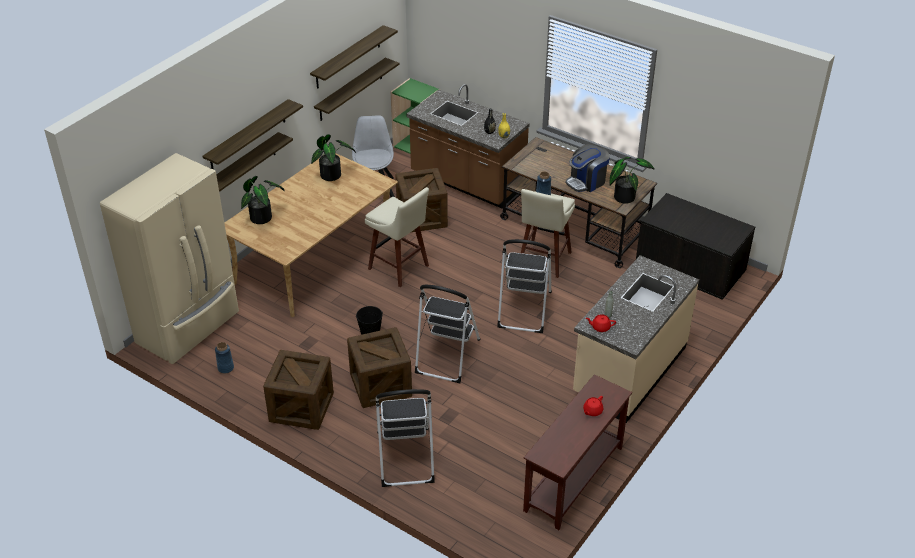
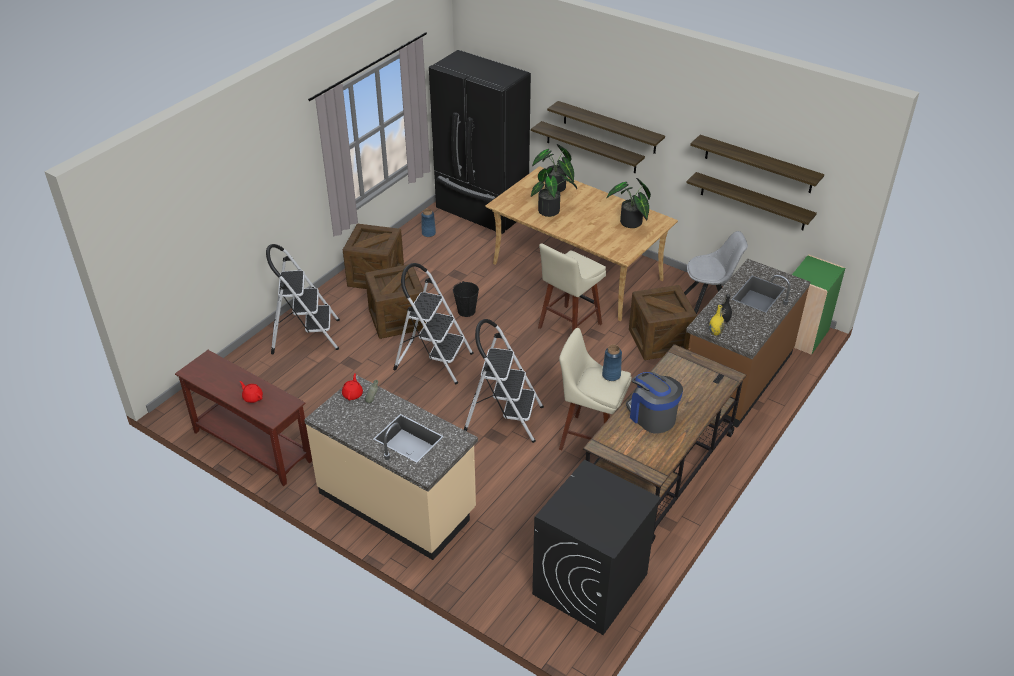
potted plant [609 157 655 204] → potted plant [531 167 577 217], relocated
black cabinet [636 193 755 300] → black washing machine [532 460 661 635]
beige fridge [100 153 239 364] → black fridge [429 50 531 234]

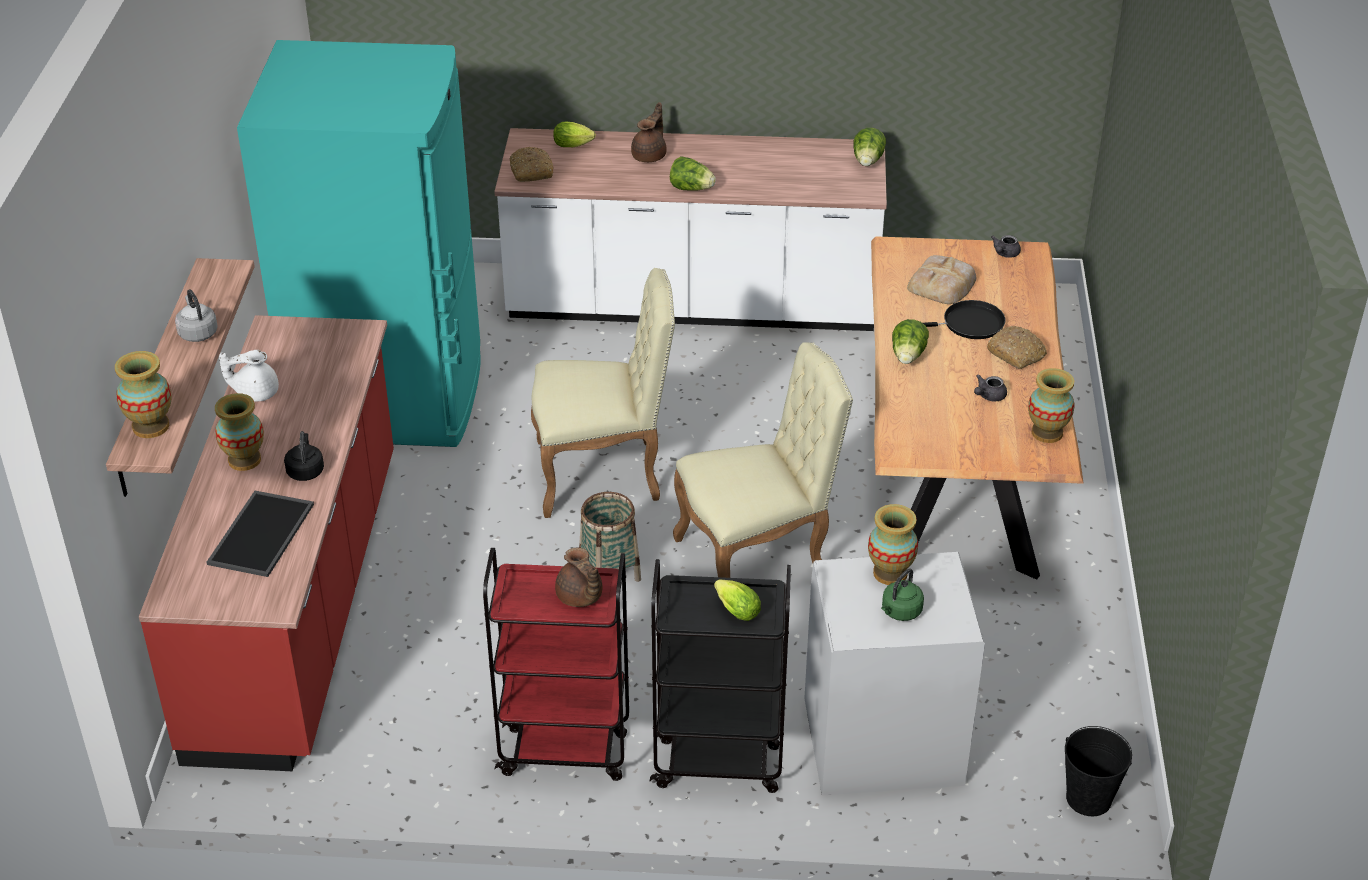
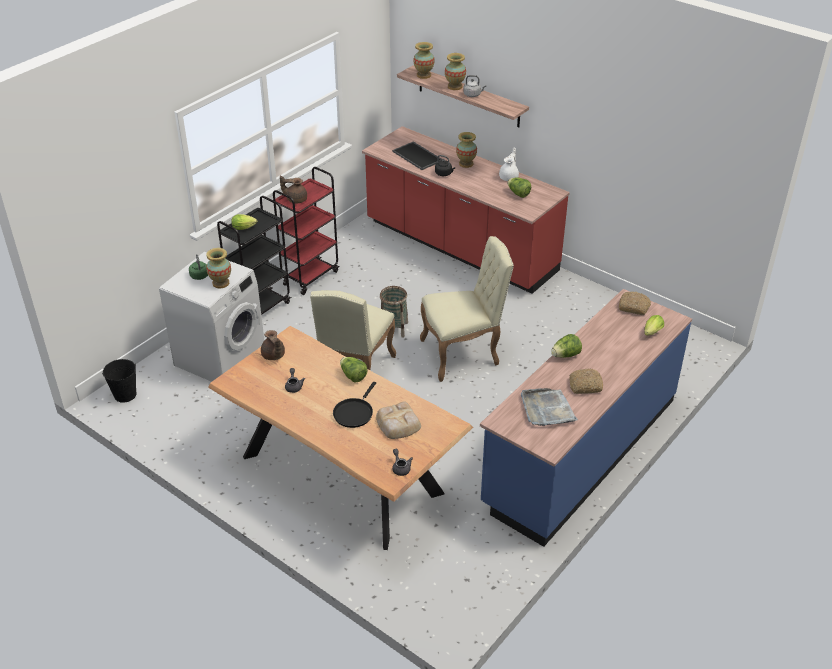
turquoise fridge [237 40 481 447] → -
- → grey tray [521 388 578 426]
brown teapot [631 102 667 162] → brown teapot [261 330 285 360], relocated
lettuce [853 128 886 166] → lettuce [507 177 531 198], relocated
bread [987 326 1047 369] → bread [570 368 603 394], relocated
vase [1028 368 1075 443] → vase [445 53 466 90], relocated
white counter [494 128 887 331] → blue counter [480 289 692 547]
beige chair [531 268 675 518] → beige chair [420 236 514 382], 135 degrees counterclockwise

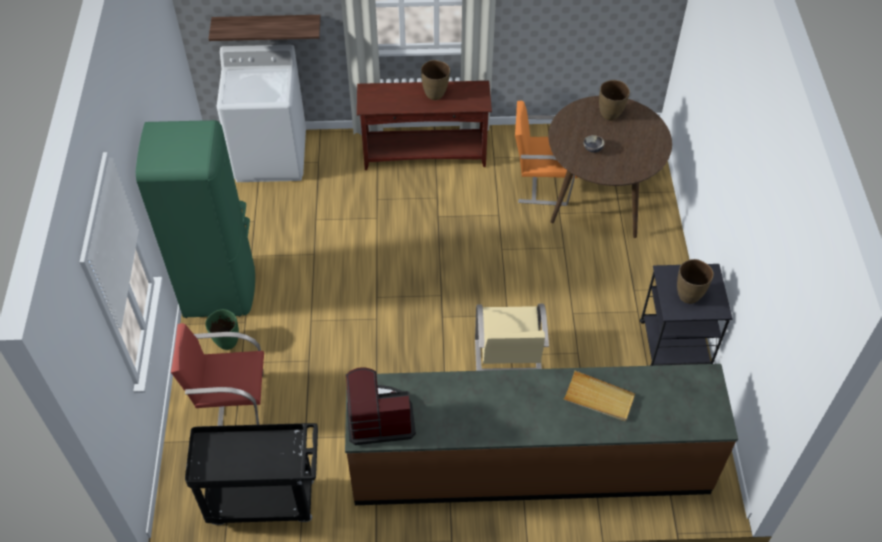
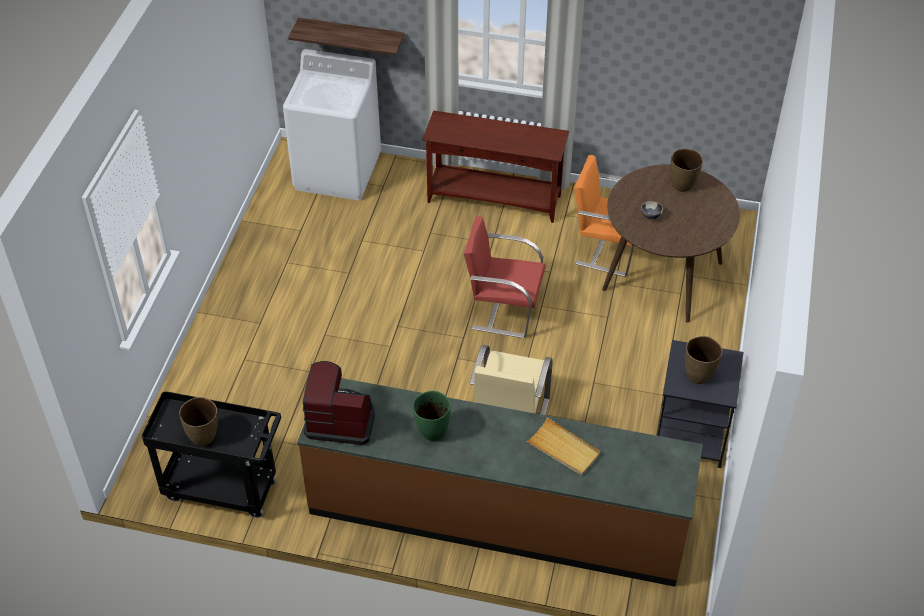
green fridge [136 120 255 318] → -
red chair [171 323 264 426] → red chair [464 216 546 338], relocated
green vase [205 309 239 350] → green vase [413 391 451 441], relocated
brown vase [421 60 450 100] → brown vase [179 397 218 446], relocated

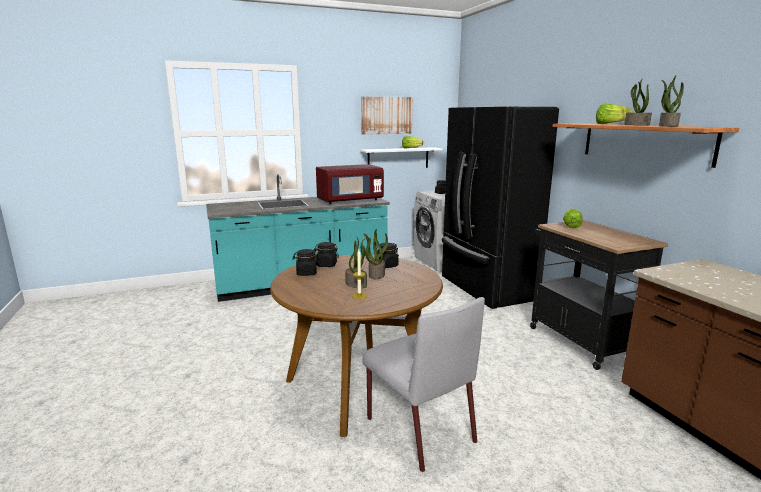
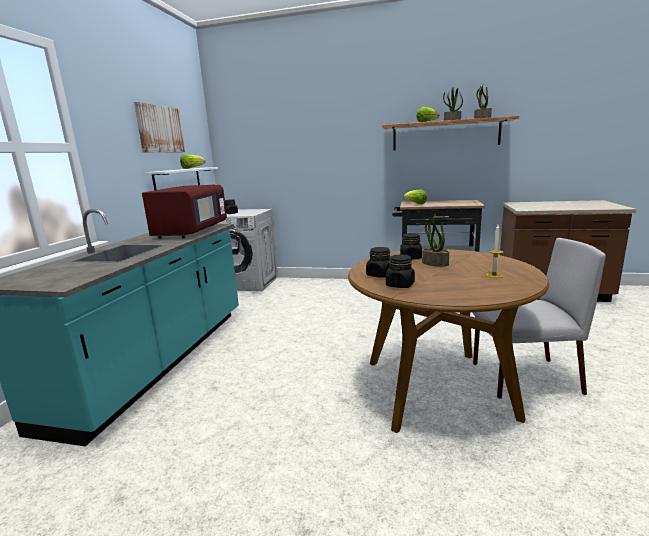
potted plant [345 237 367 289] → -
black fridge [442 106 559 309] → -

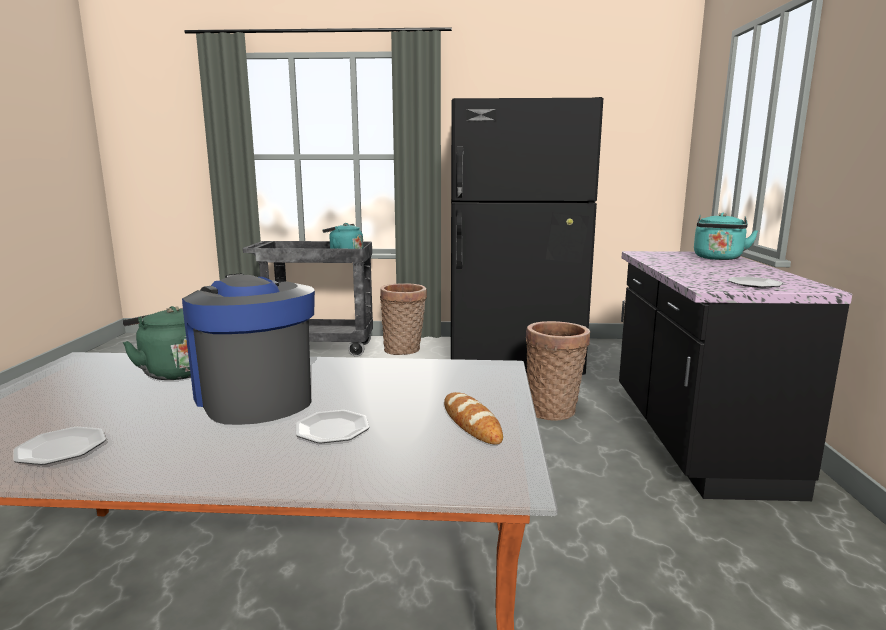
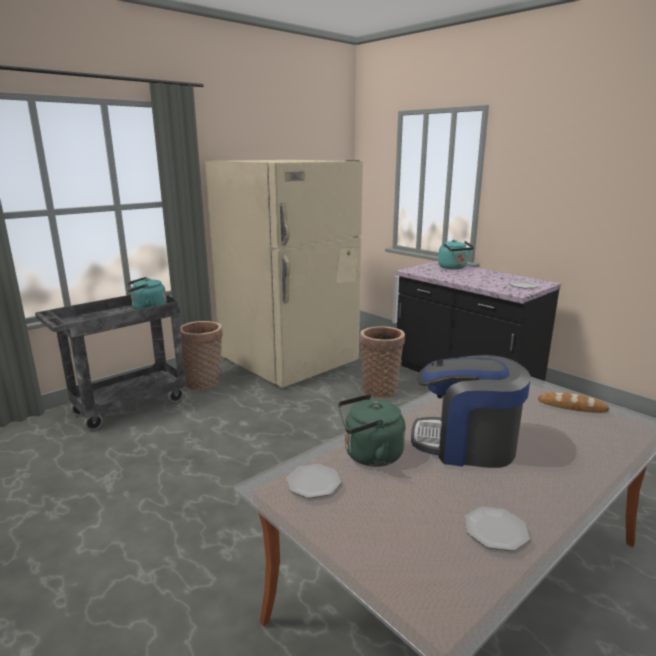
plate [296 410 369 443] → plate [286 464 341 498], relocated
black fridge [451 97 603 375] → beige fridge [205 160 363 387]

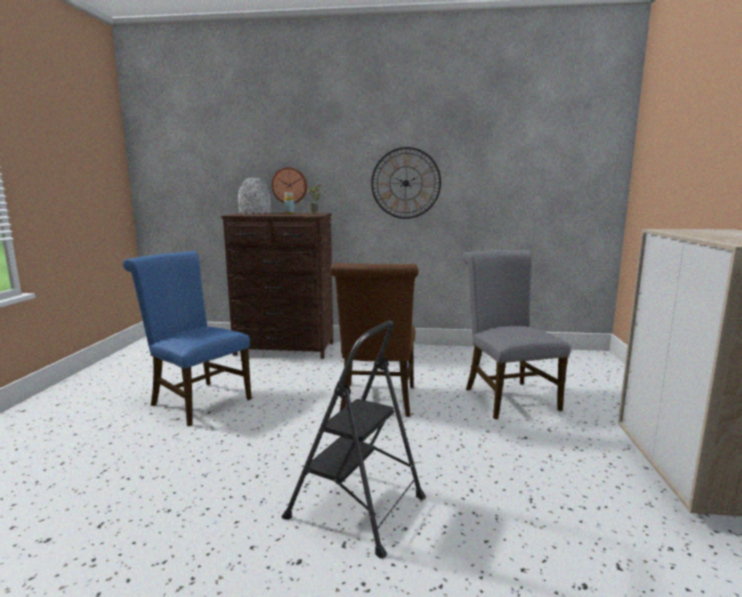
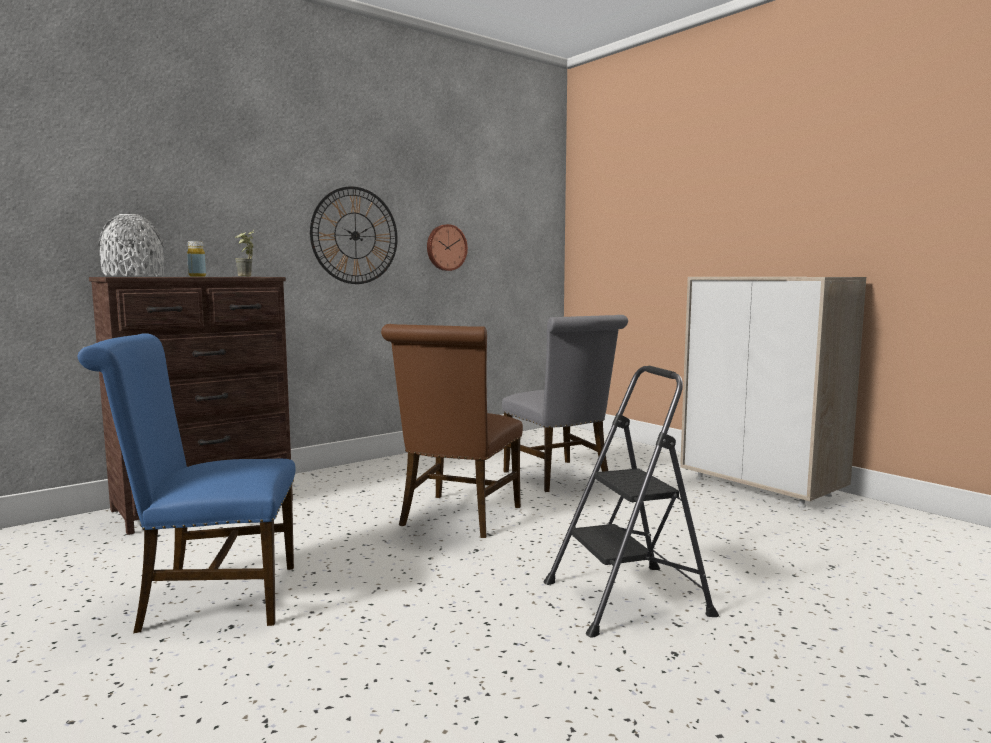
wall clock [272 167 307 204] → wall clock [427 224 468 271], relocated
brown chair [330 263 419 417] → brown chair [381 324 523 538], 60 degrees clockwise
grey chair [462 250 571 419] → grey chair [502 315 628 492], 150 degrees counterclockwise

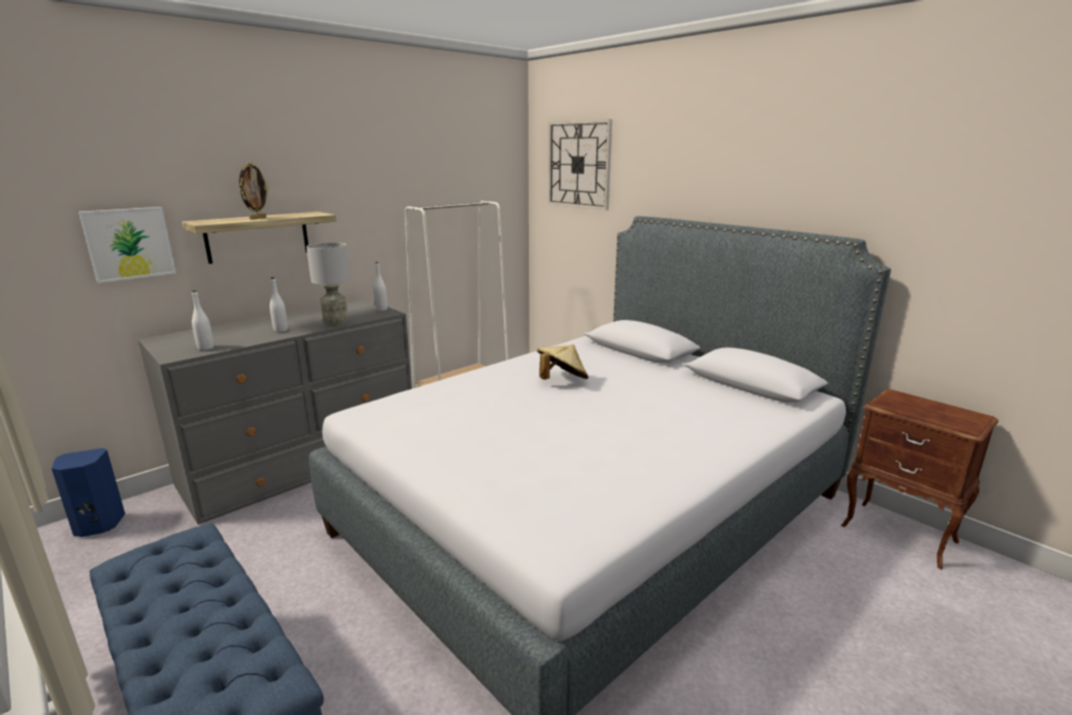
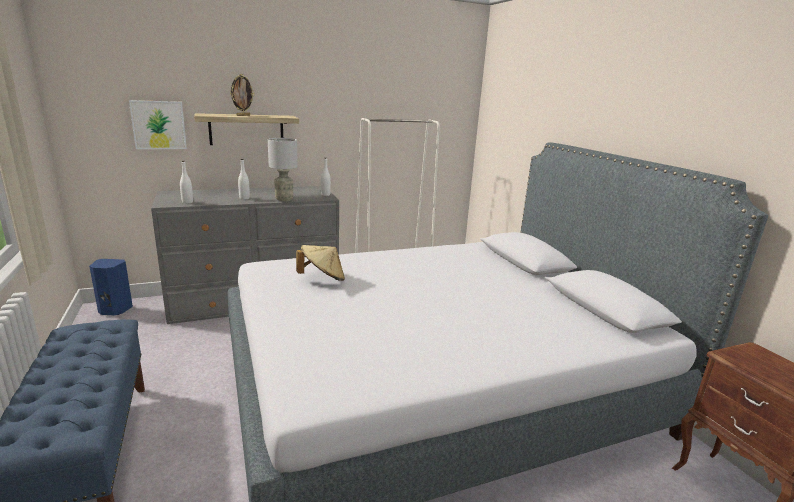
wall clock [548 119 612 210] → -
beige hat [537 345 588 380] → beige hat [296 245 345 281], relocated

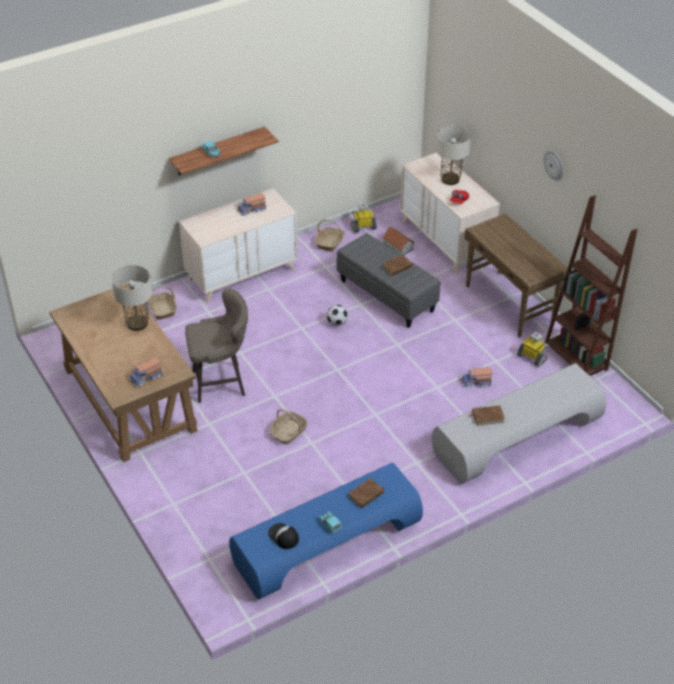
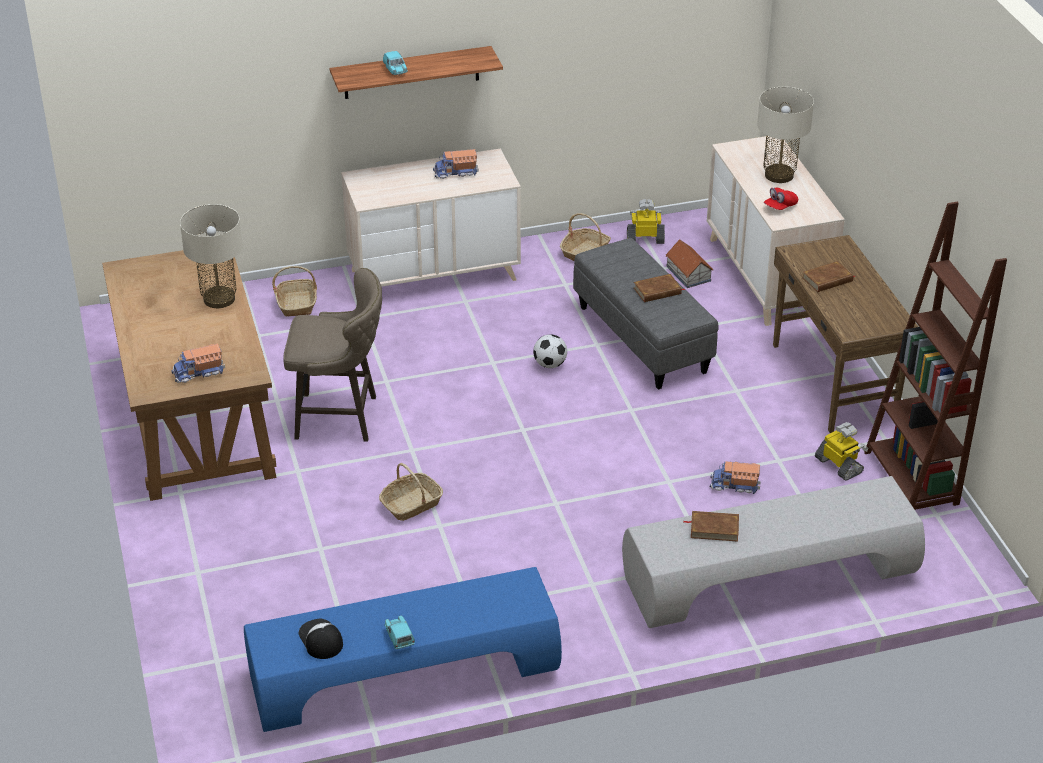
wall clock [543 151 563 181] → -
brown book [348 478 384 508] → brown book [802 261 855 292], relocated

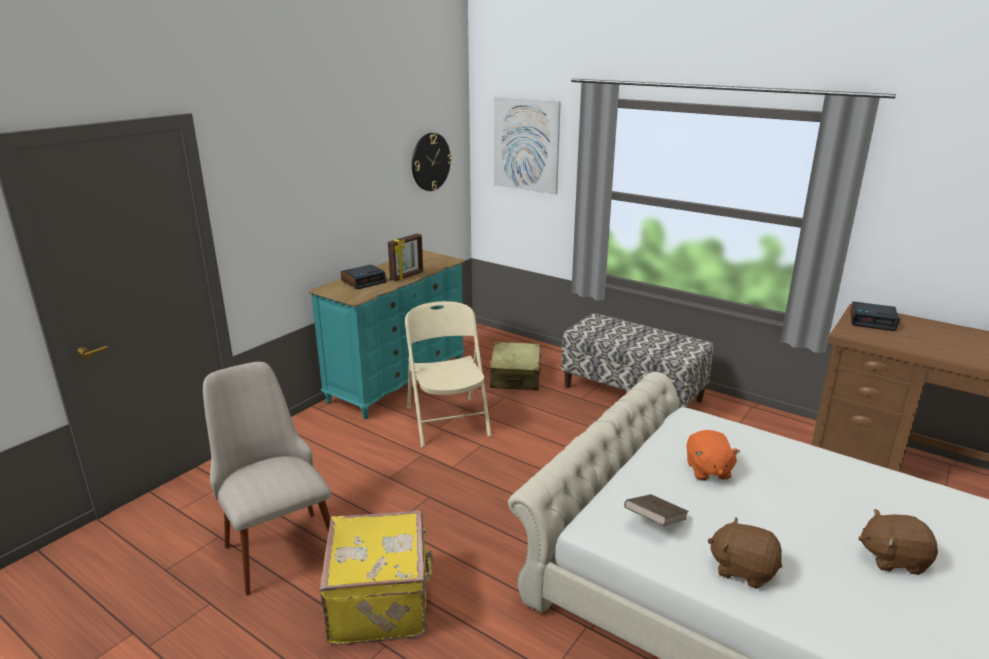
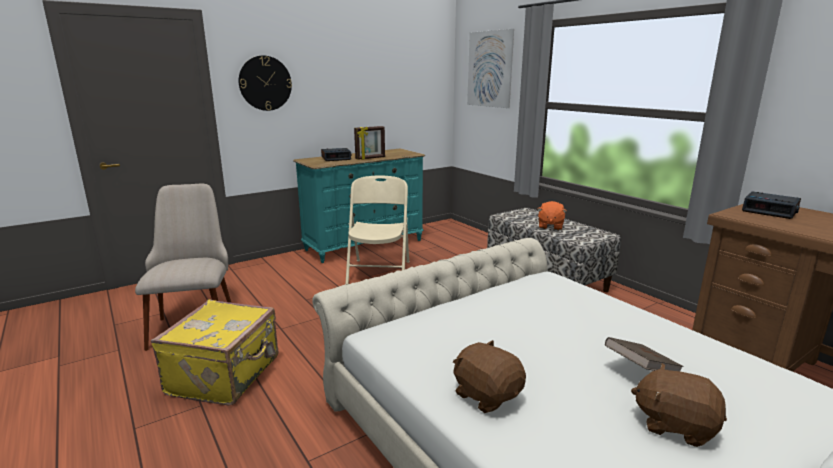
beige suitcase [490 342 542 390] → -
wall clock [412 133 452 191] → wall clock [239 55 292 111], relocated
brown book [624 494 689 526] → brown book [605 337 684 371], relocated
orange plush toy [687 430 740 480] → orange plush toy [538 201 567 230], relocated

